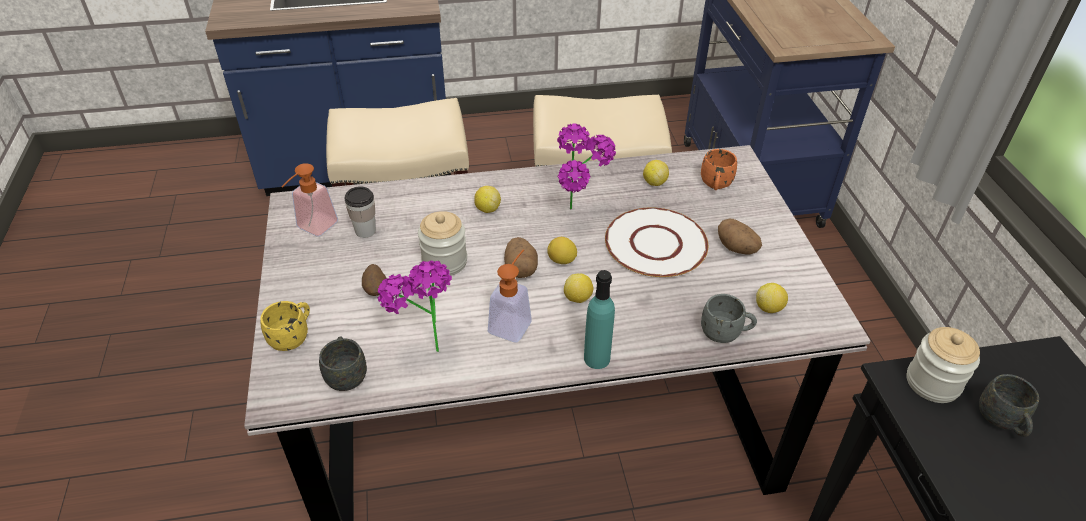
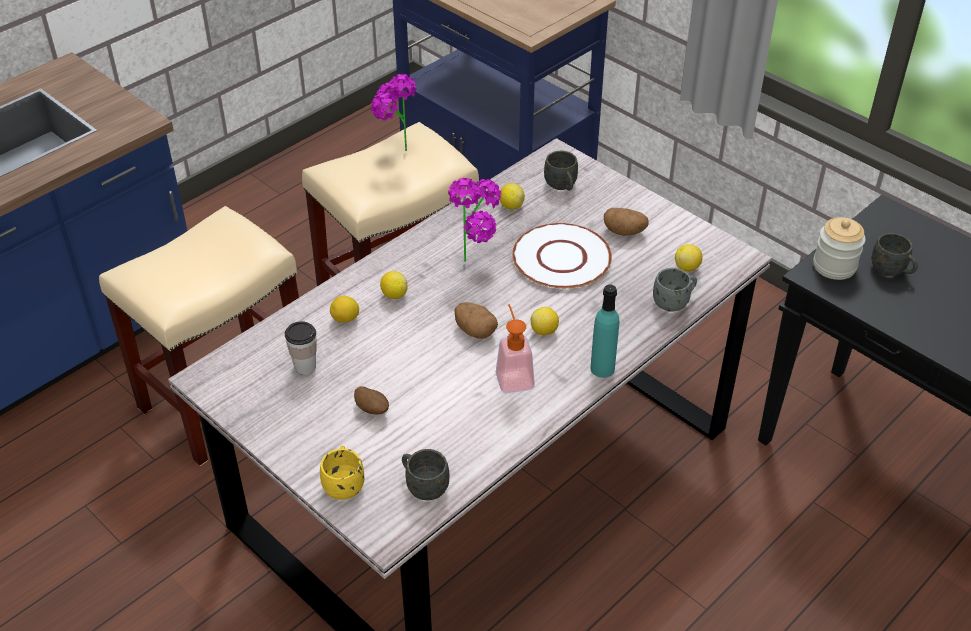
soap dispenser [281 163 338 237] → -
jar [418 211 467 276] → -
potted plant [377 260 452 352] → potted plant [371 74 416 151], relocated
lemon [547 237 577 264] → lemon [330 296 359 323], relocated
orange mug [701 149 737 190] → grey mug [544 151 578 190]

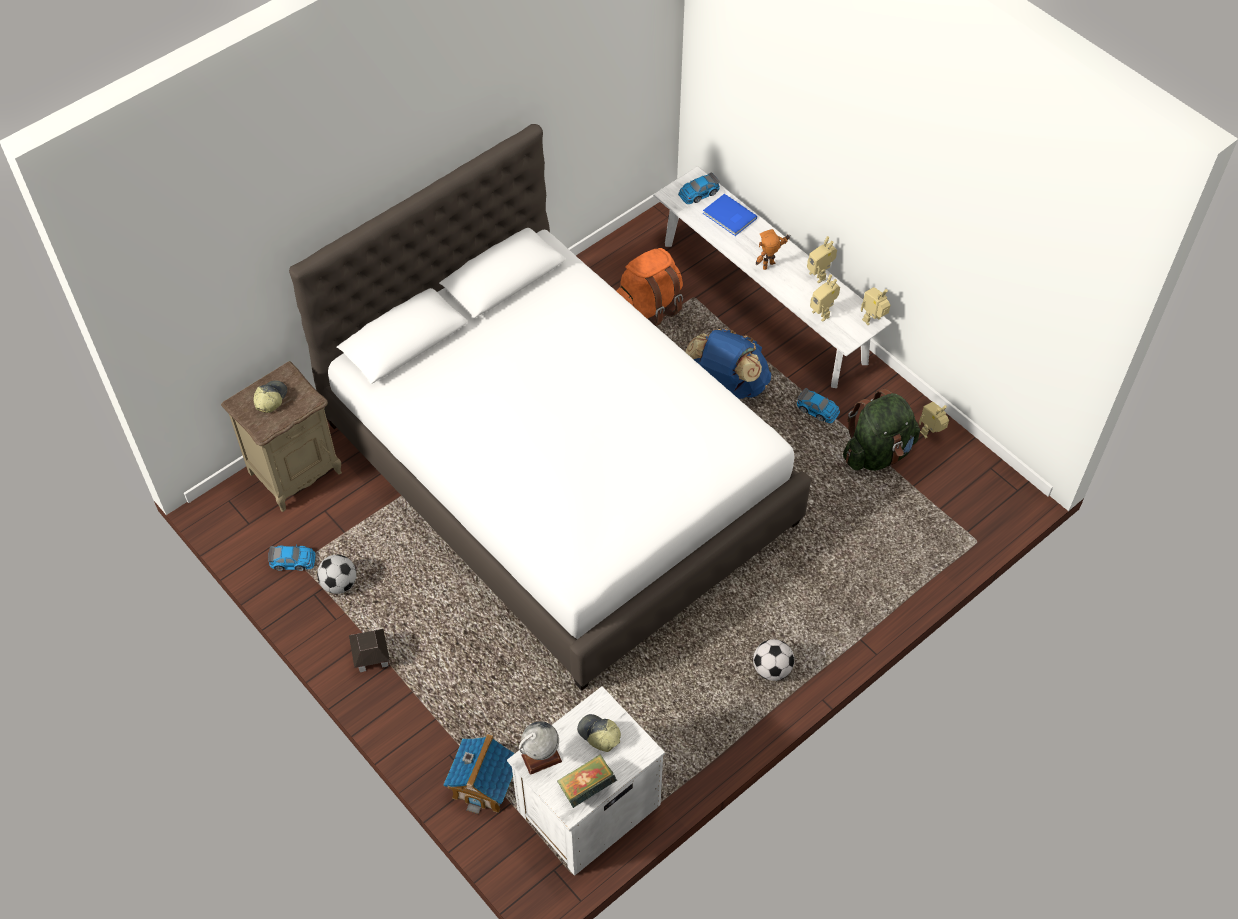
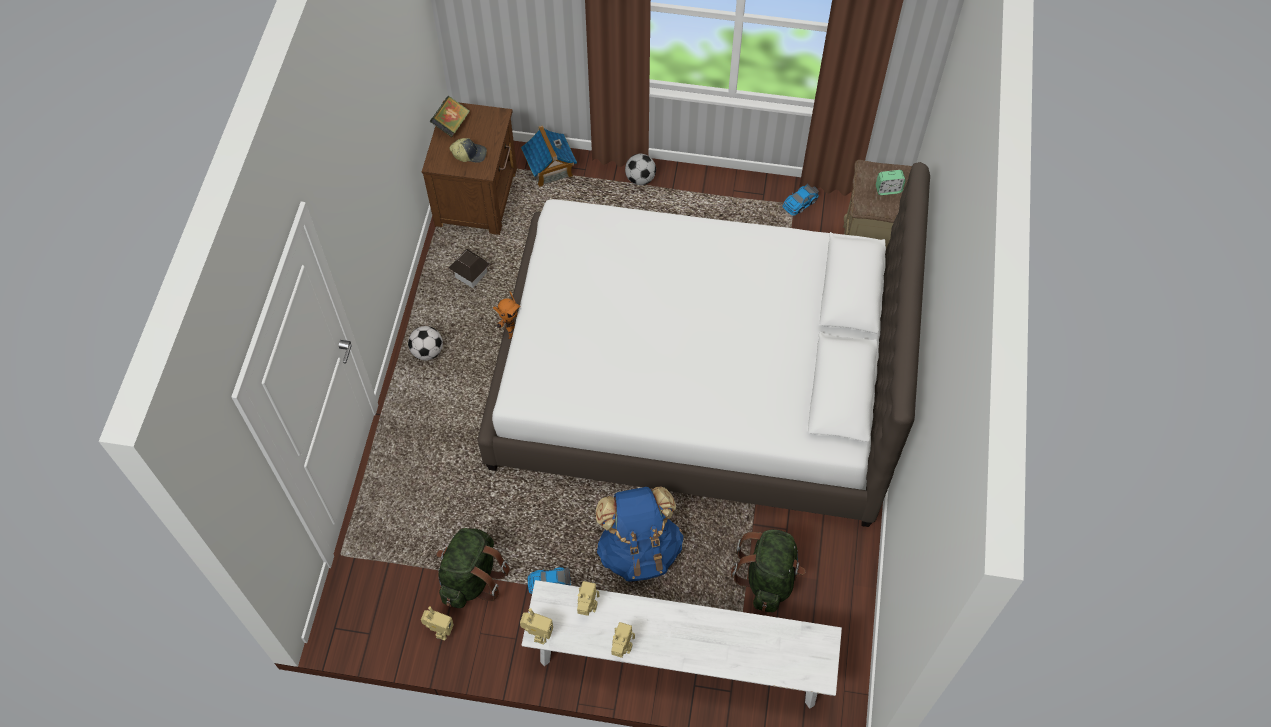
globe [519 721 562 775] → -
toy car [678 172 720 204] → -
blue book [703 194 757 236] → -
football [317 555 357 594] → football [625 154 656 185], relocated
toy house [349 629 390 672] → toy house [449 249 490 288], relocated
toy robot [756 229 790 270] → toy robot [493 291 521 339], relocated
cap [253 380 287 413] → alarm clock [876 170 905 195]
white nightstand [507 686 665 876] → brown nightstand [422 101 517 235]
orange backpack [617 248 683 326] → green backpack [731 529 805 612]

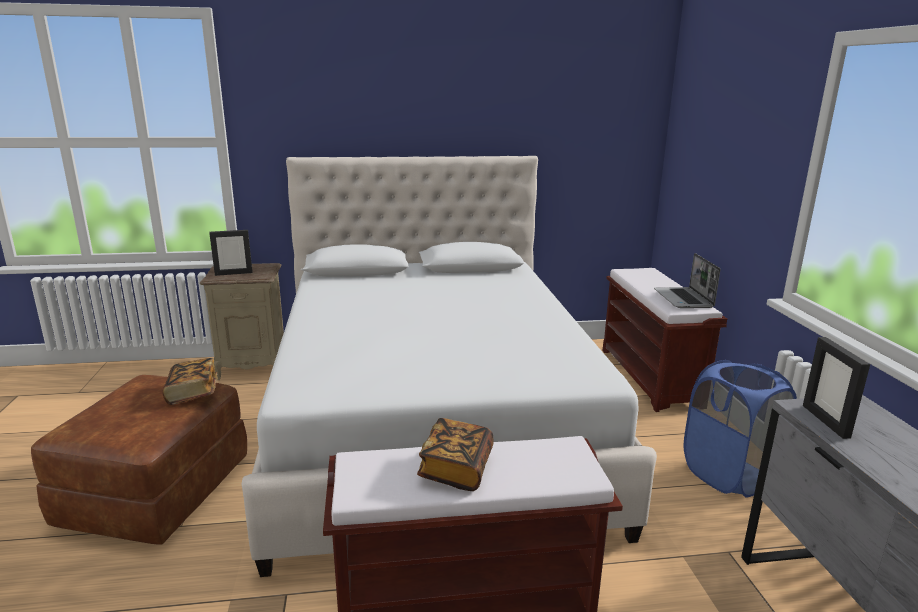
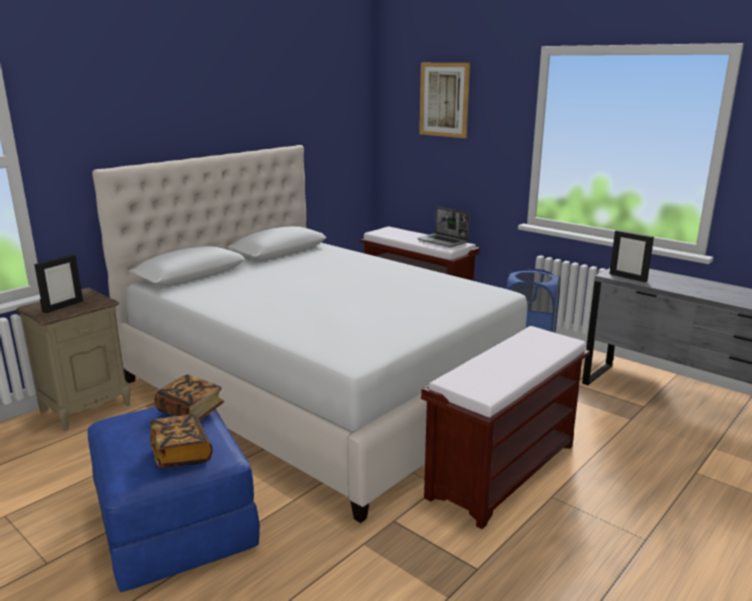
- → picture [419 63 470 138]
book [417 418 493 491] → book [150 414 213 468], relocated
brown ottoman [31 375 247 545] → blue ottoman [88 407 260 592]

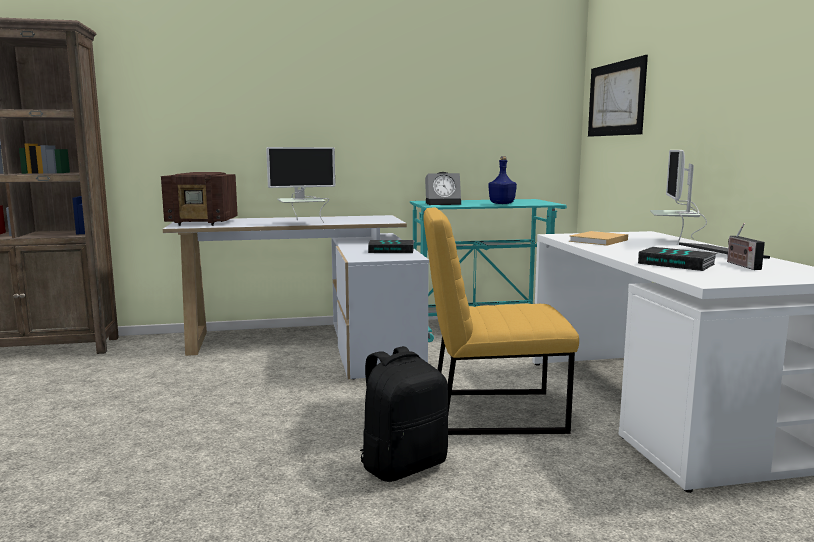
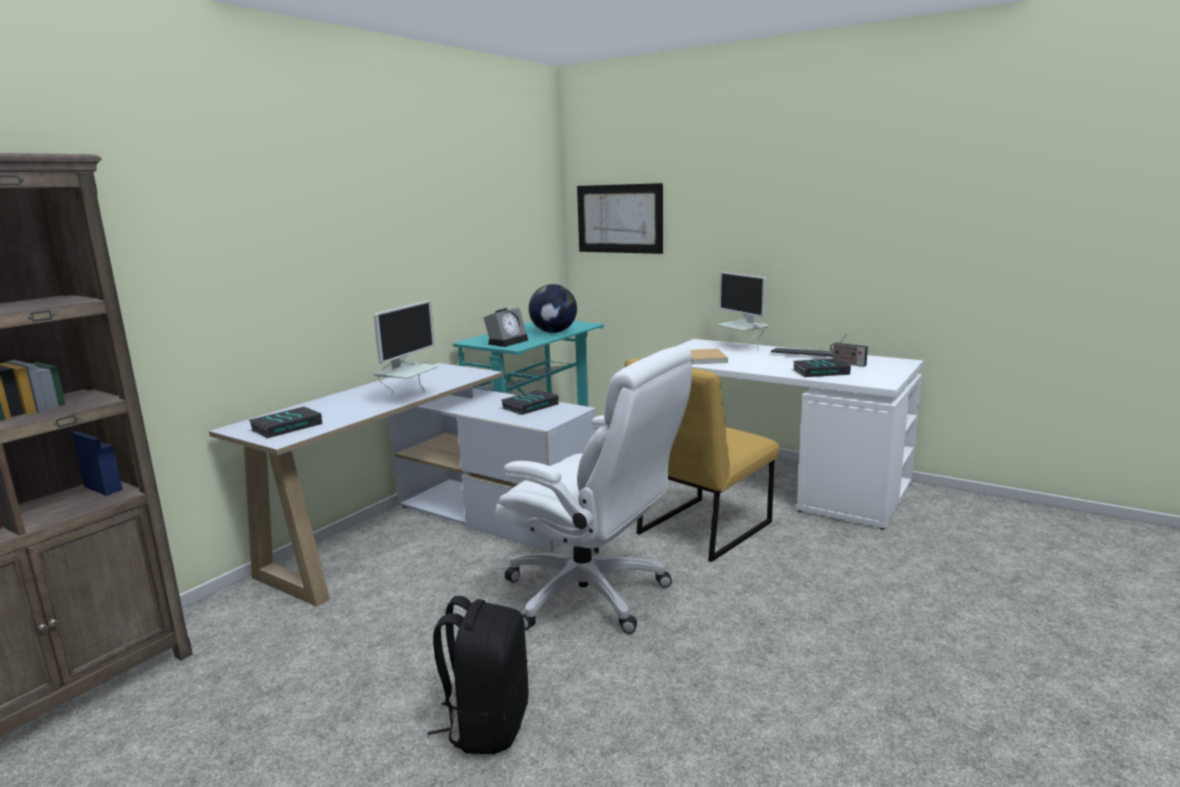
- → white office chair [495 346 692 634]
black backpack [360 346 448 482] → black backpack [428 596 529 754], relocated
radio [161 172 238 226] → book [249 406 322 438]
blue bottle [488 156 517 204] → globe [529 284 577 333]

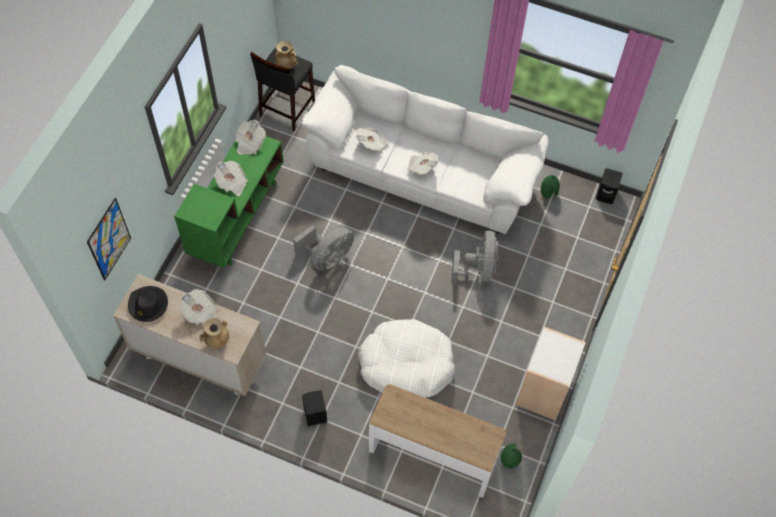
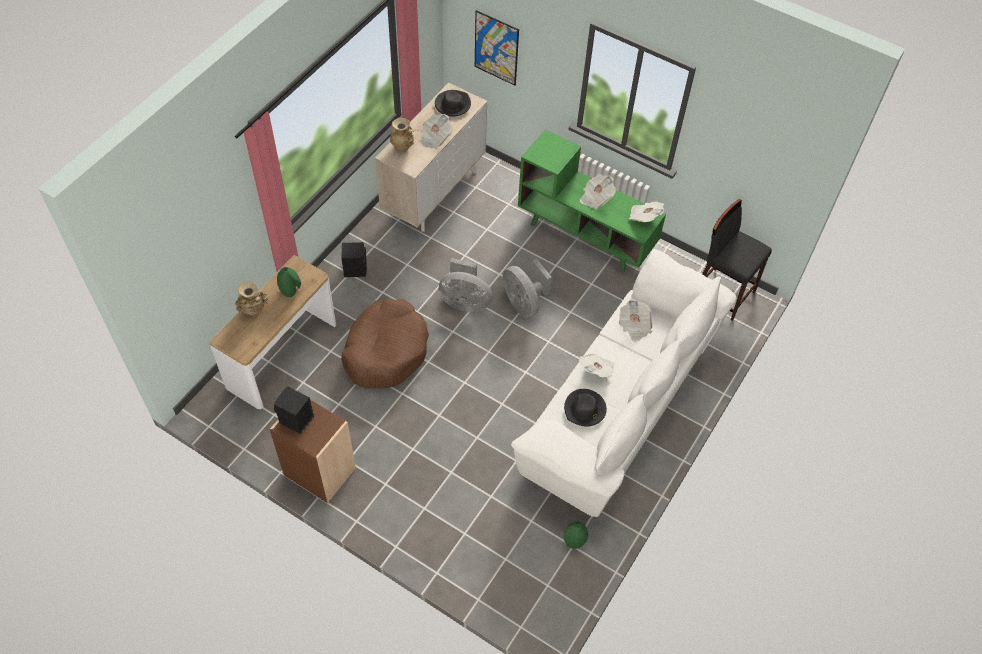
- → black hat [564 389 607 427]
beige vase [275 41 298 69] → beige vase [235 281 268 315], relocated
grey fan [451 231 499 285] → grey fan [439 258 492 312], relocated
green vase [501 443 522 468] → green vase [277 267 301 297], relocated
black speaker [596 168 623 204] → black speaker [274 386 314 434], relocated
white dog bed [358 319 455 397] → brown dog bed [341 298 429 388]
white bookcase [516 327 586 420] → brown bookcase [270 400 356 503]

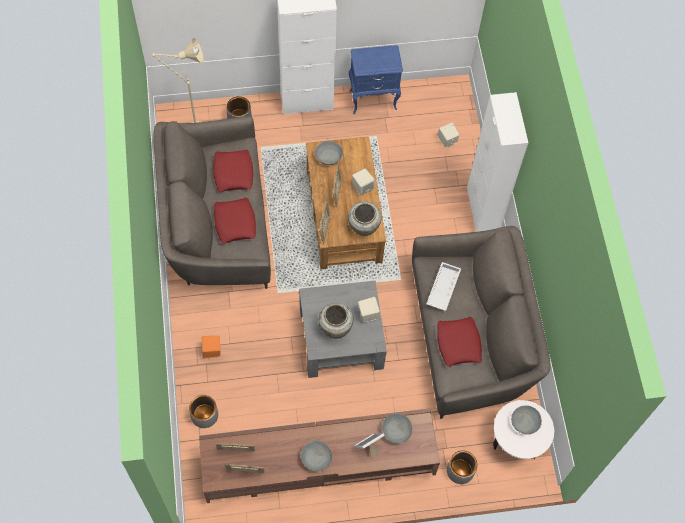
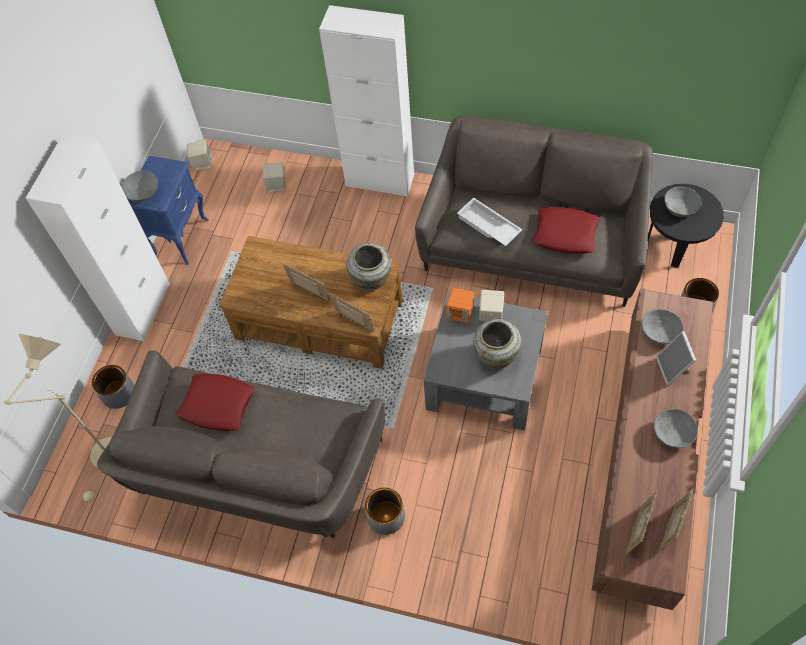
red pillow [214 198 256 244] → -
grey planter [189 395 218 428] → grey planter [365 487 405 535], relocated
orange speaker [201 336 221 358] → orange speaker [447 288 474 323], relocated
grey bowl [315 141 343 165] → grey bowl [122 170 158 202], relocated
beige speaker [352 168 375 195] → beige speaker [187 140 212 170], relocated
white side table [493 400 554 459] → black side table [648 184 724 268]

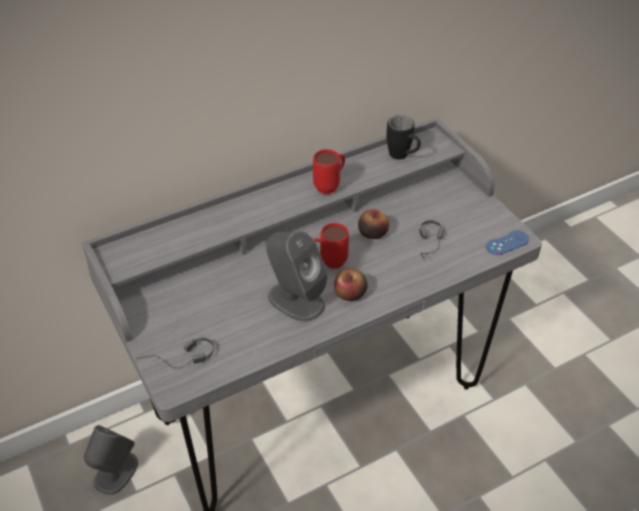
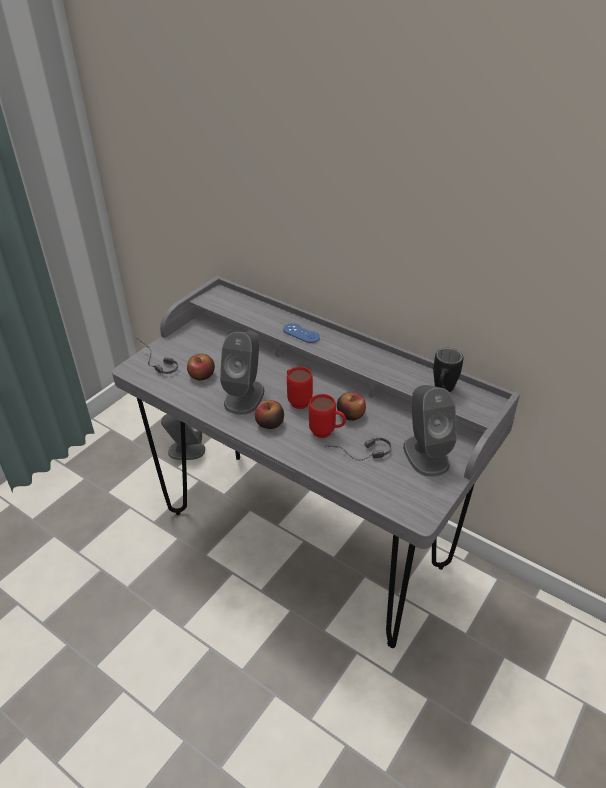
- → apple [187 354 215 380]
- → grey speaker [403 385 457 477]
red mug [313 149 345 194] → red mug [309 394 346 438], relocated
blue game controller [486 230 529 255] → blue game controller [283 323 320 343], relocated

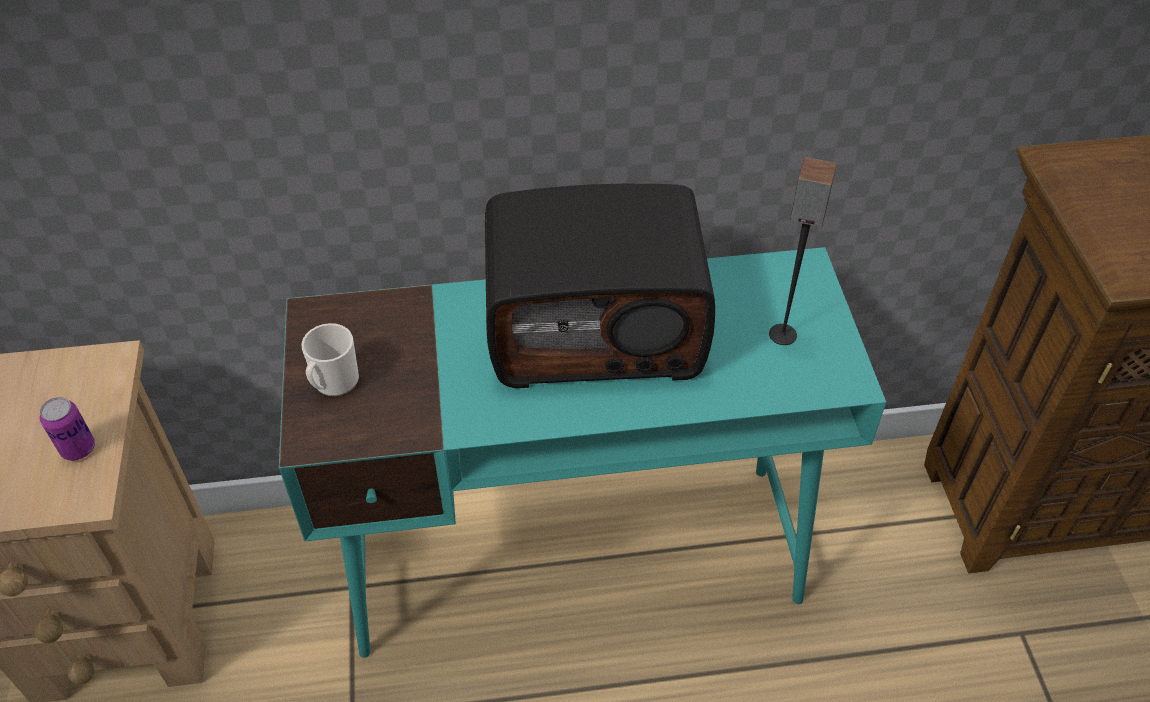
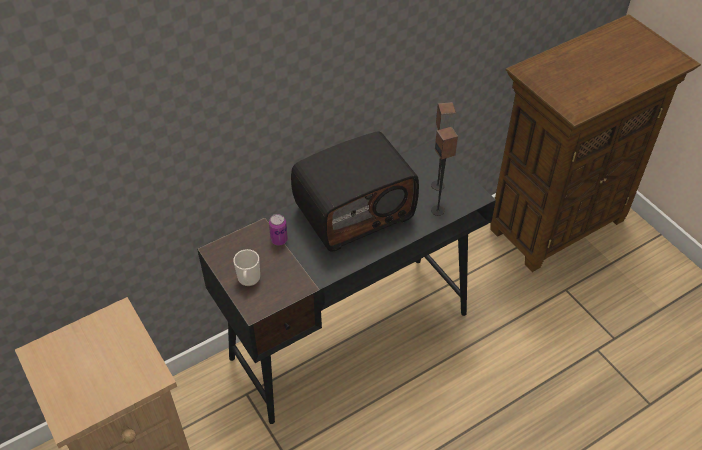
- → speaker [431 127 458 216]
can [40 397 95 461] → can [269 214 288 246], relocated
turquoise desk [279 247 886 658] → black desk [197 140 496 424]

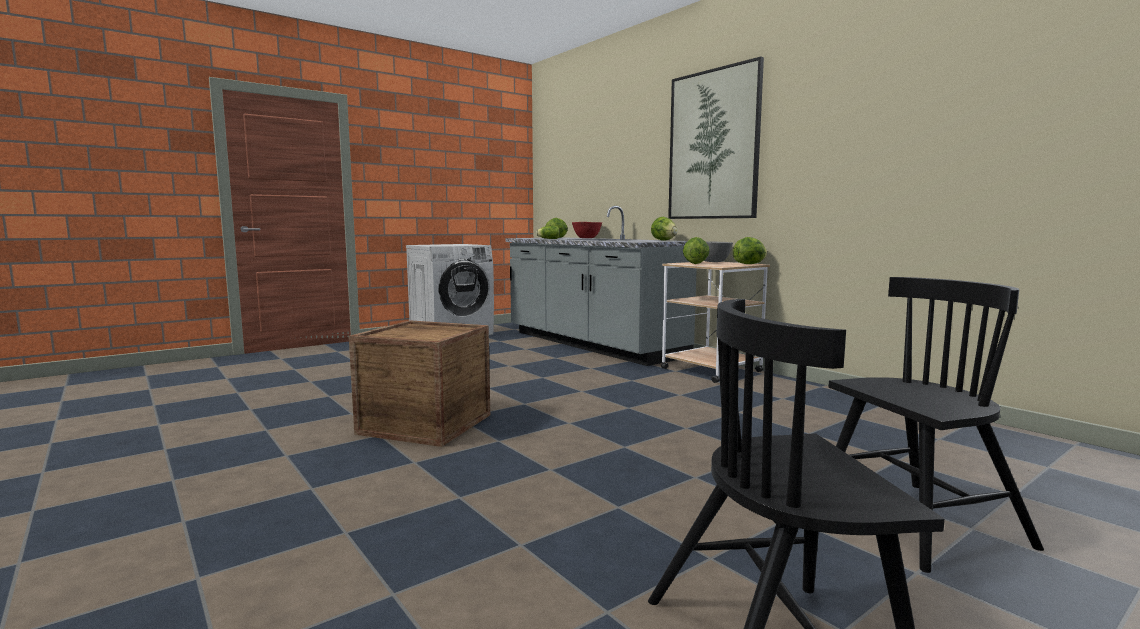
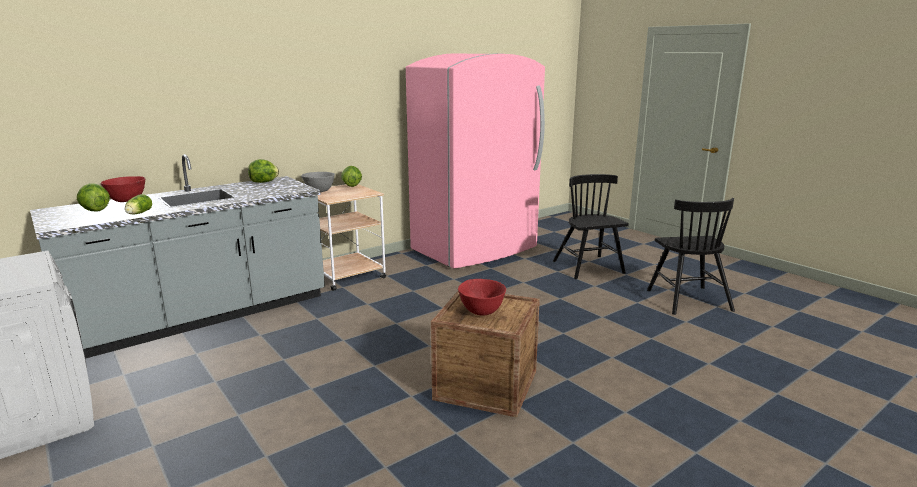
picture [668 57 764 219] → -
lettuce [683 237 710 264] → -
- → pink fridge [406 53 545 269]
- → red bowl [458 279 506 316]

